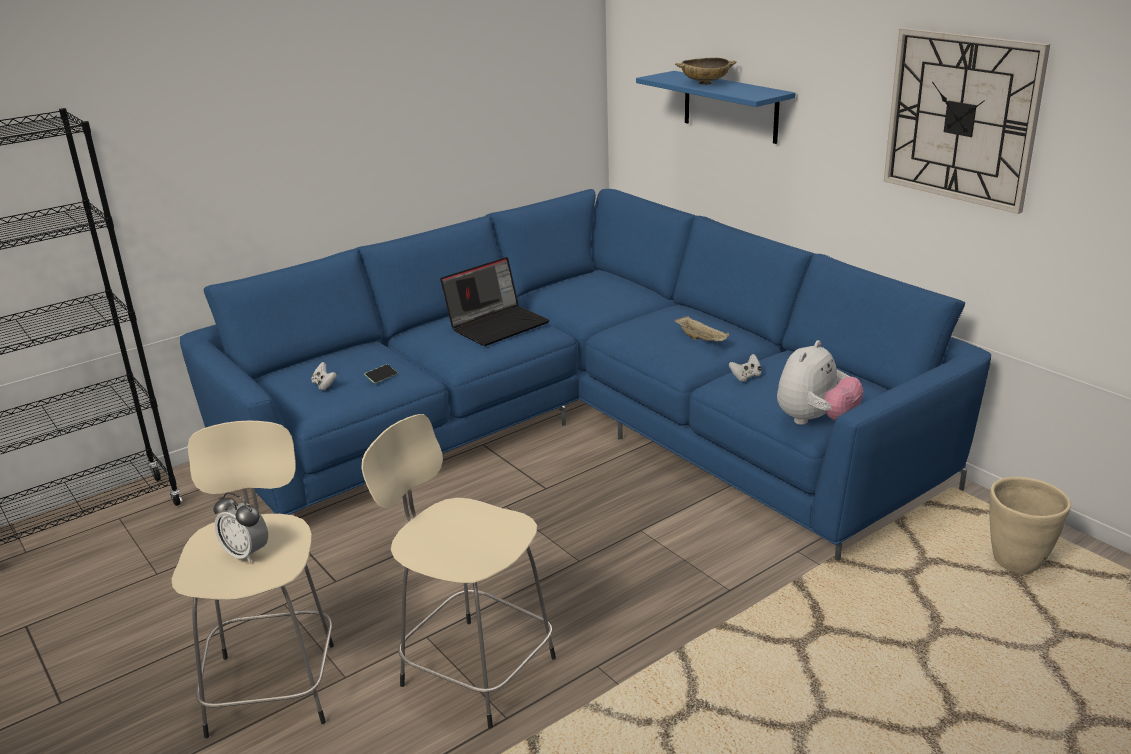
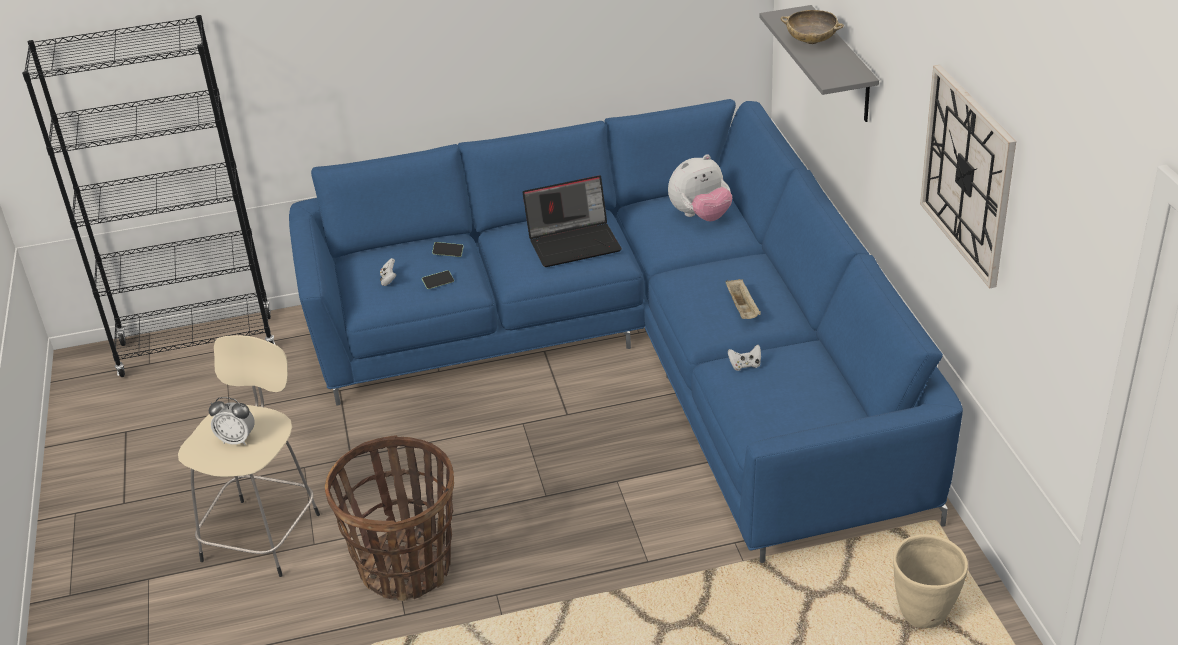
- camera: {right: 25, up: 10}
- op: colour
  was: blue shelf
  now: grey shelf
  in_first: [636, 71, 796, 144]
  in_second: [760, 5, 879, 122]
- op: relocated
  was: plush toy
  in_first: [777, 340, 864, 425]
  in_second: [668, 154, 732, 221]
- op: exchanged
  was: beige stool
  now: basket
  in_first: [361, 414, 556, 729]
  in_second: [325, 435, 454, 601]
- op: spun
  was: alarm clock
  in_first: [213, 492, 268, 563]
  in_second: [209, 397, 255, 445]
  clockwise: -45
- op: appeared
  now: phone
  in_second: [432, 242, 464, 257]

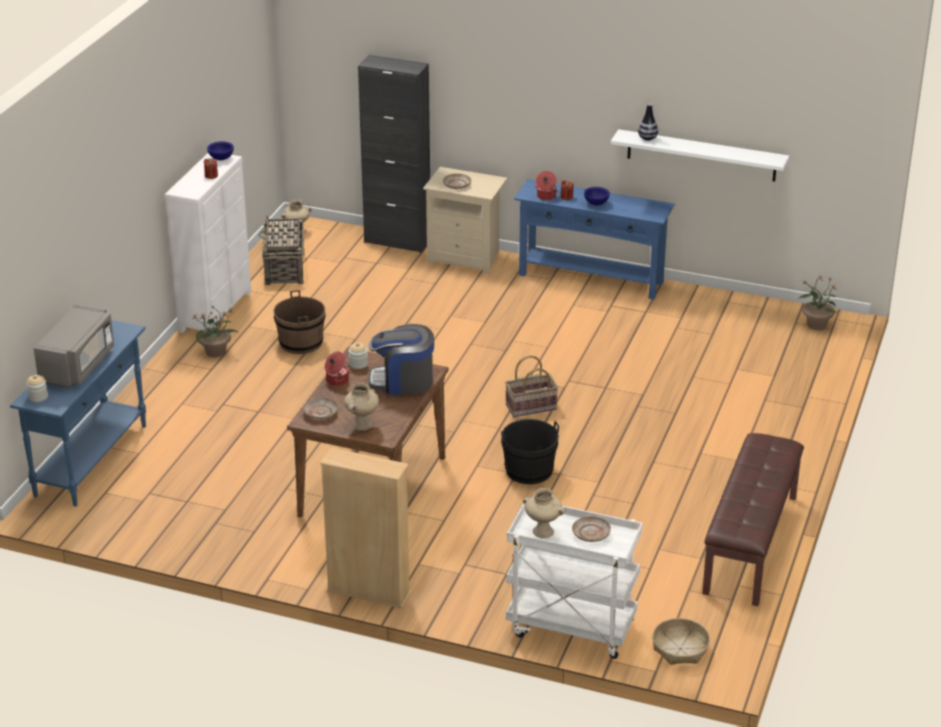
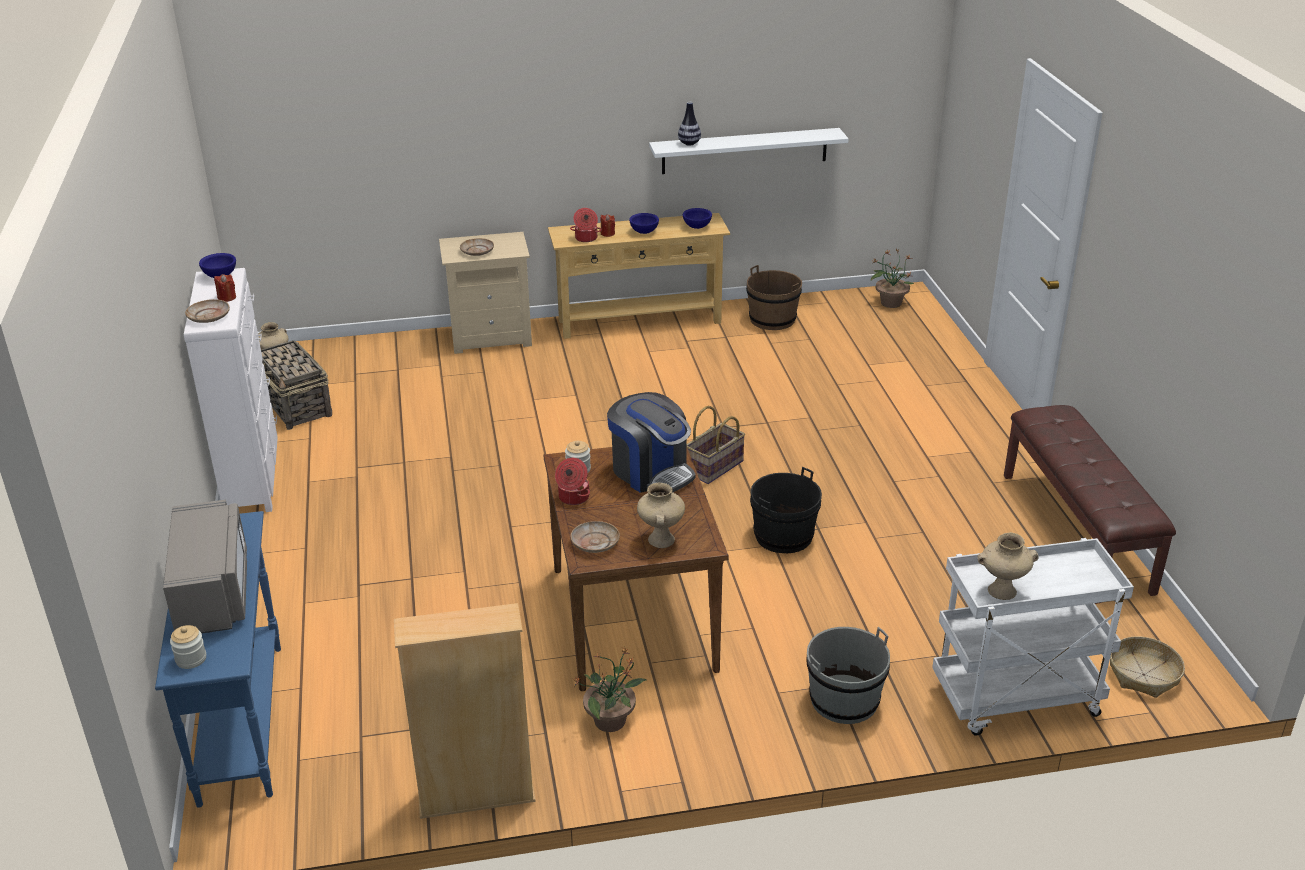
- camera: {right: -30, up: 0}
- op: missing
  was: black cabinet
  in_first: [358, 55, 430, 253]
- op: colour
  was: blue console table
  now: beige console table
  in_first: [514, 179, 675, 299]
  in_second: [548, 213, 730, 339]
- op: relocated
  was: brown bucket
  in_first: [273, 290, 325, 354]
  in_second: [746, 265, 802, 330]
- op: relocated
  was: potted plant
  in_first: [192, 305, 239, 357]
  in_second: [573, 647, 646, 732]
- op: spun
  was: coffee machine
  in_first: [369, 324, 434, 395]
  in_second: [607, 392, 696, 493]
  clockwise: -105
- op: relocated
  was: beige bookcase
  in_first: [320, 448, 412, 609]
  in_second: [394, 603, 536, 819]
- op: relocated
  was: beige plate
  in_first: [572, 516, 611, 542]
  in_second: [185, 299, 230, 323]
- op: appeared
  now: blue bowl
  in_second: [683, 208, 712, 229]
- op: appeared
  now: grey bucket
  in_second: [807, 627, 890, 724]

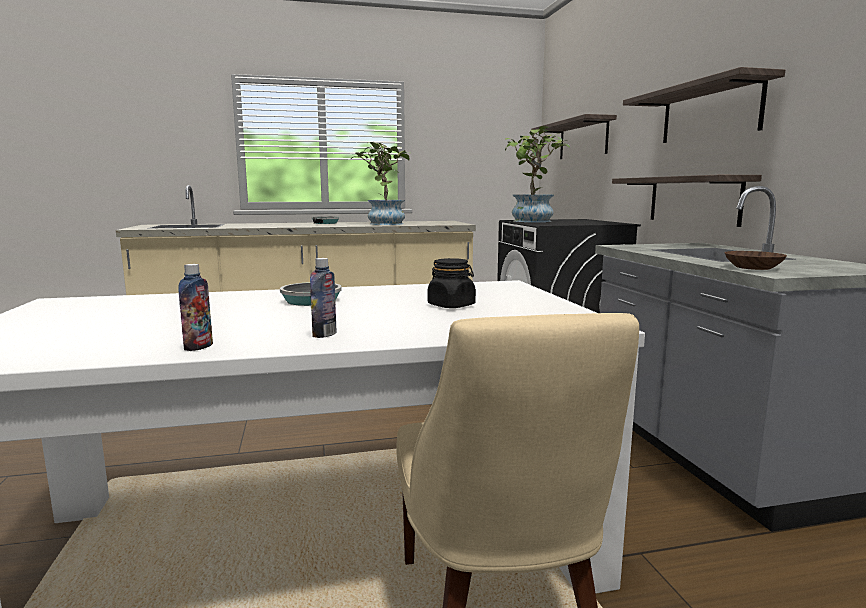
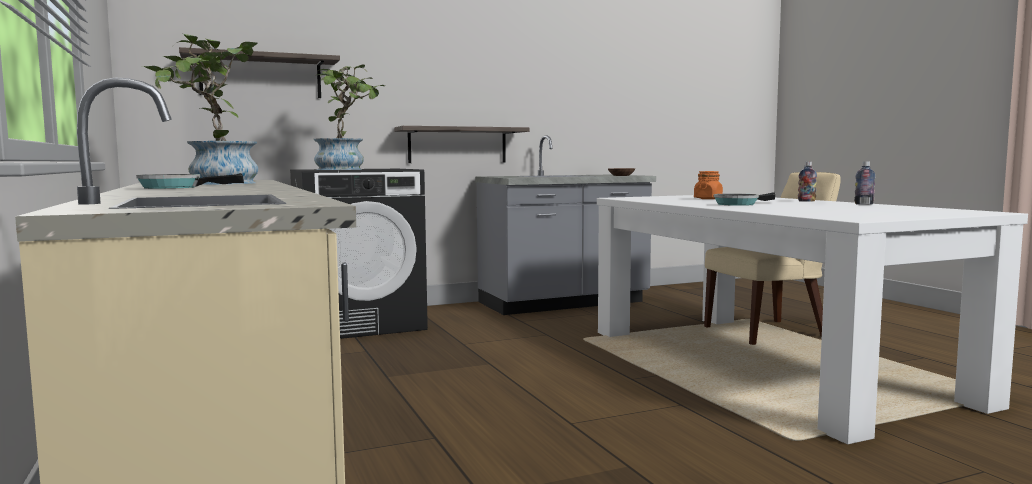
- camera: {right: -100, up: -5}
- op: missing
  was: shelf
  in_first: [623, 67, 785, 143]
- op: colour
  was: black jar
  now: orange jar
  in_first: [428, 258, 476, 308]
  in_second: [694, 171, 723, 199]

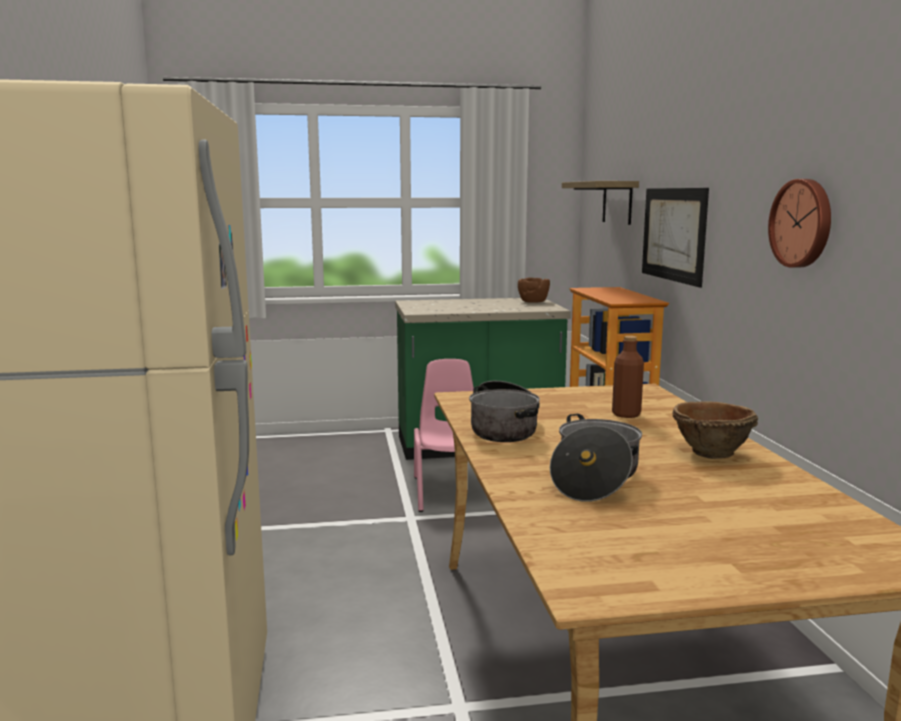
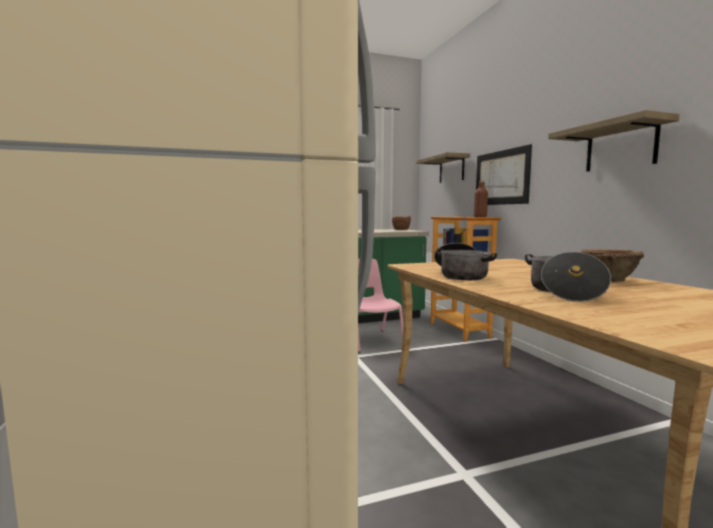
- camera: {right: -10, up: -5}
- op: exchanged
  was: wall clock
  now: shelf
  in_first: [768, 179, 831, 268]
  in_second: [548, 110, 680, 171]
- op: relocated
  was: brown bottle
  in_first: [612, 336, 644, 418]
  in_second: [474, 181, 488, 217]

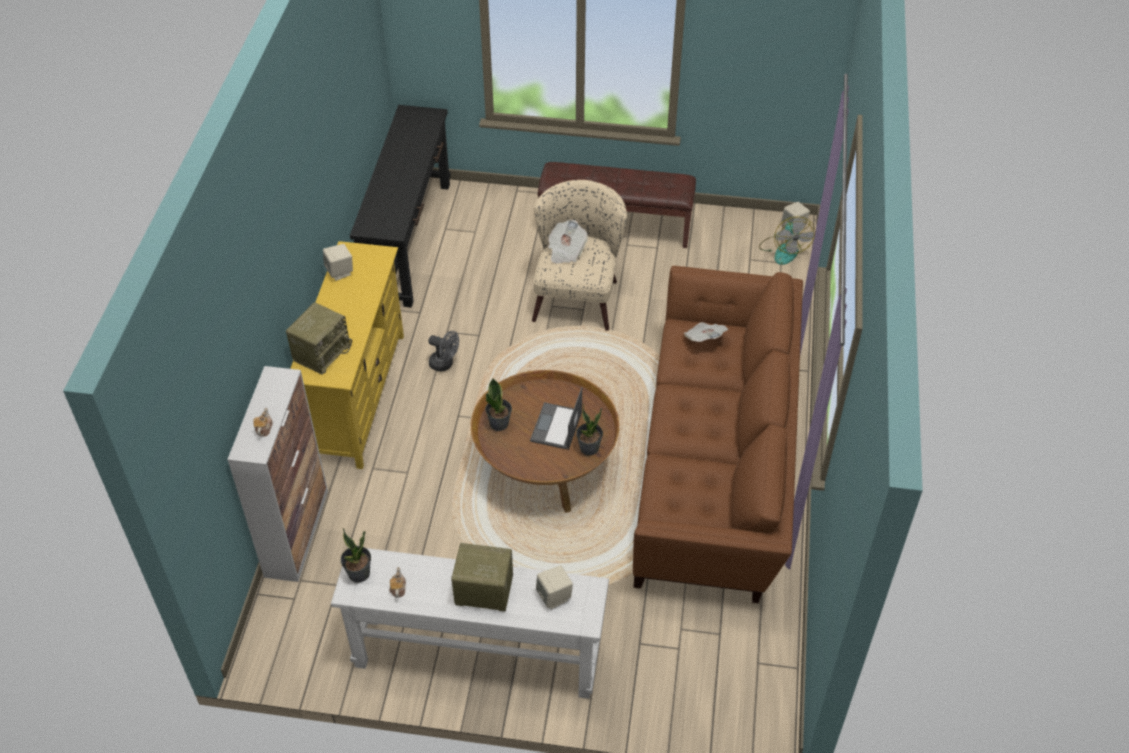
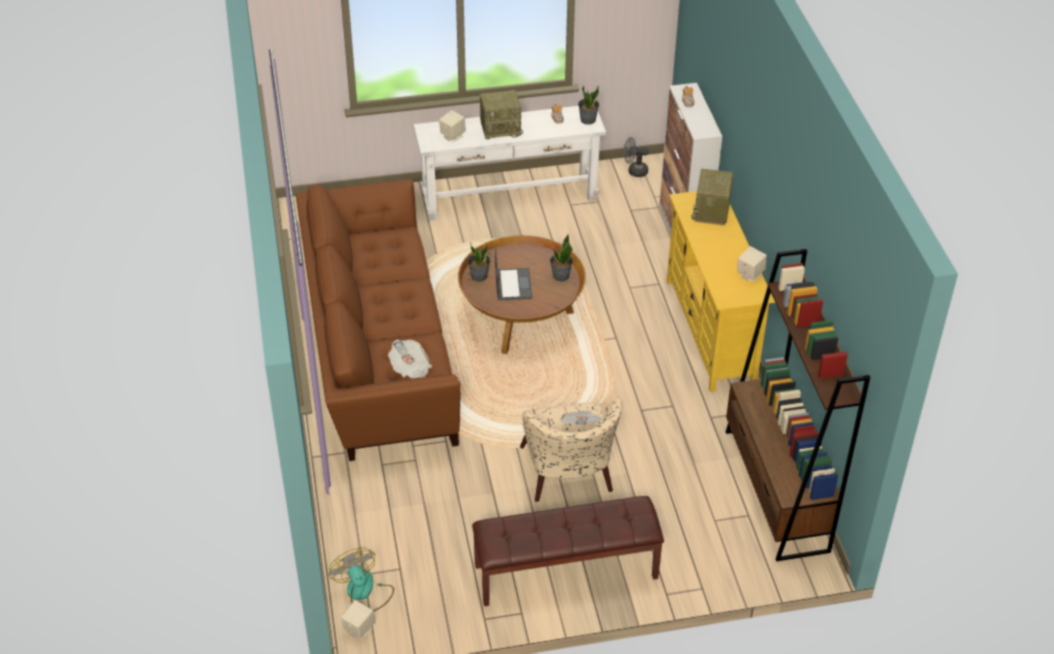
- camera: {right: 160, up: -5}
- op: exchanged
  was: black console table
  now: brown bookcase
  in_first: [350, 105, 451, 308]
  in_second: [726, 249, 871, 561]
- op: relocated
  was: grey fan
  in_first: [428, 331, 459, 371]
  in_second: [624, 137, 648, 177]

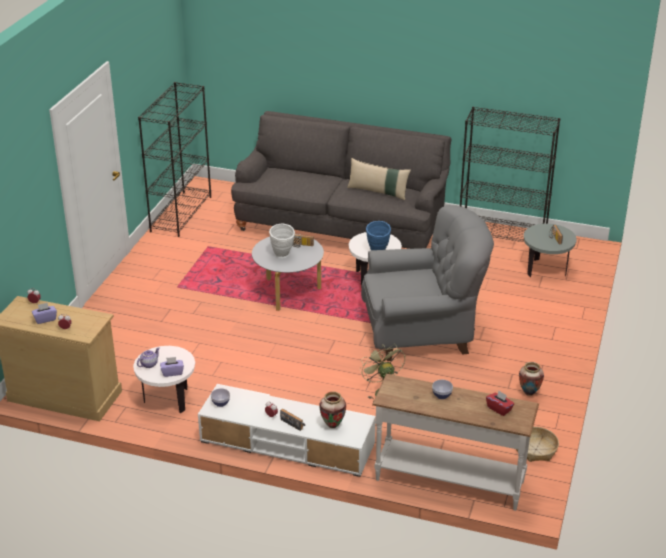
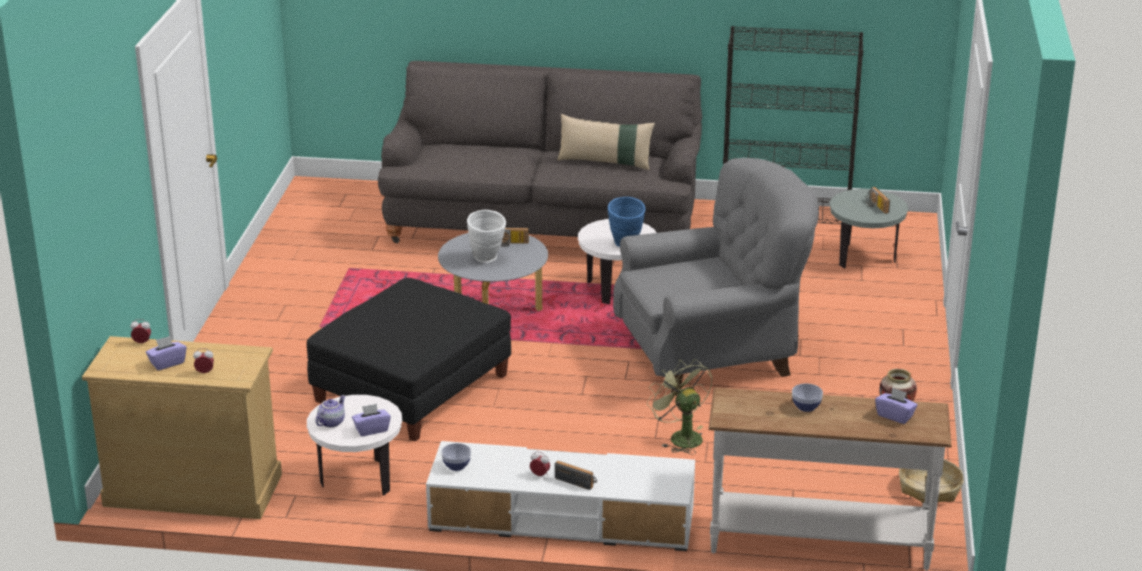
- camera: {right: -10, up: -5}
- op: missing
  was: black bookcase
  in_first: [138, 82, 211, 237]
- op: colour
  was: red tissue box
  now: purple tissue box
  in_first: [486, 391, 514, 416]
  in_second: [875, 387, 918, 424]
- op: missing
  was: vase
  in_first: [319, 392, 346, 428]
- op: appeared
  now: black ottoman
  in_second: [307, 278, 511, 441]

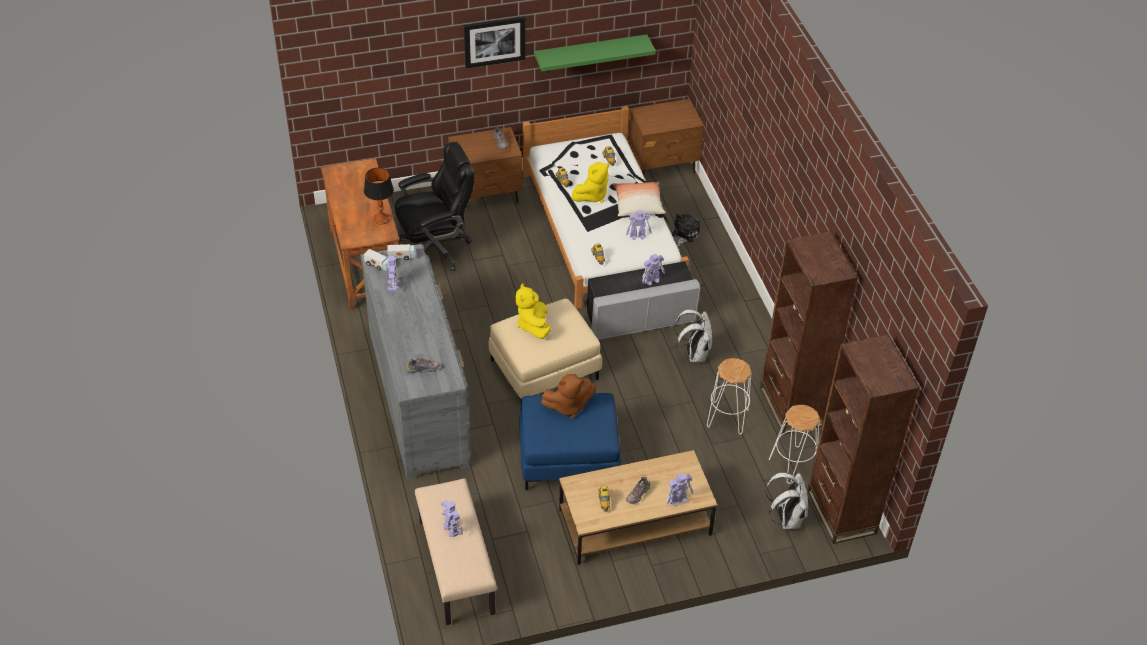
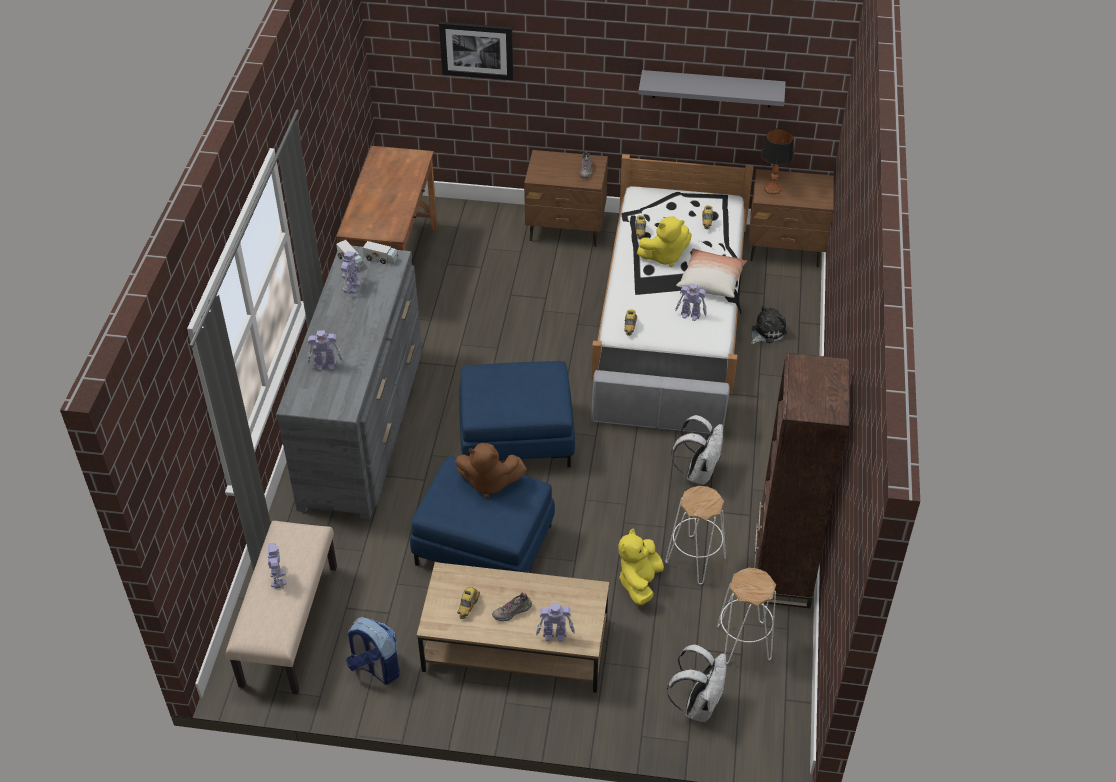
- camera: {right: 25, up: 0}
- op: relocated
  was: picture
  in_first: [464, 16, 525, 68]
  in_second: [439, 22, 513, 80]
- op: colour
  was: green shelf
  now: grey shelf
  in_first: [534, 34, 656, 72]
  in_second: [638, 70, 786, 107]
- op: missing
  was: black office chair
  in_first: [395, 142, 474, 271]
- op: relocated
  was: table lamp
  in_first: [364, 168, 394, 224]
  in_second: [761, 128, 794, 194]
- op: relocated
  was: toy robot
  in_first: [642, 254, 665, 286]
  in_second: [307, 330, 343, 370]
- op: relocated
  was: yellow plush toy
  in_first: [516, 283, 551, 339]
  in_second: [619, 529, 664, 605]
- op: colour
  was: beige ottoman
  now: blue ottoman
  in_first: [488, 299, 602, 406]
  in_second: [459, 361, 575, 468]
- op: missing
  was: brown bookcase
  in_first: [807, 335, 919, 544]
- op: missing
  was: shoe
  in_first: [406, 358, 440, 373]
- op: appeared
  now: backpack
  in_second: [346, 617, 400, 685]

